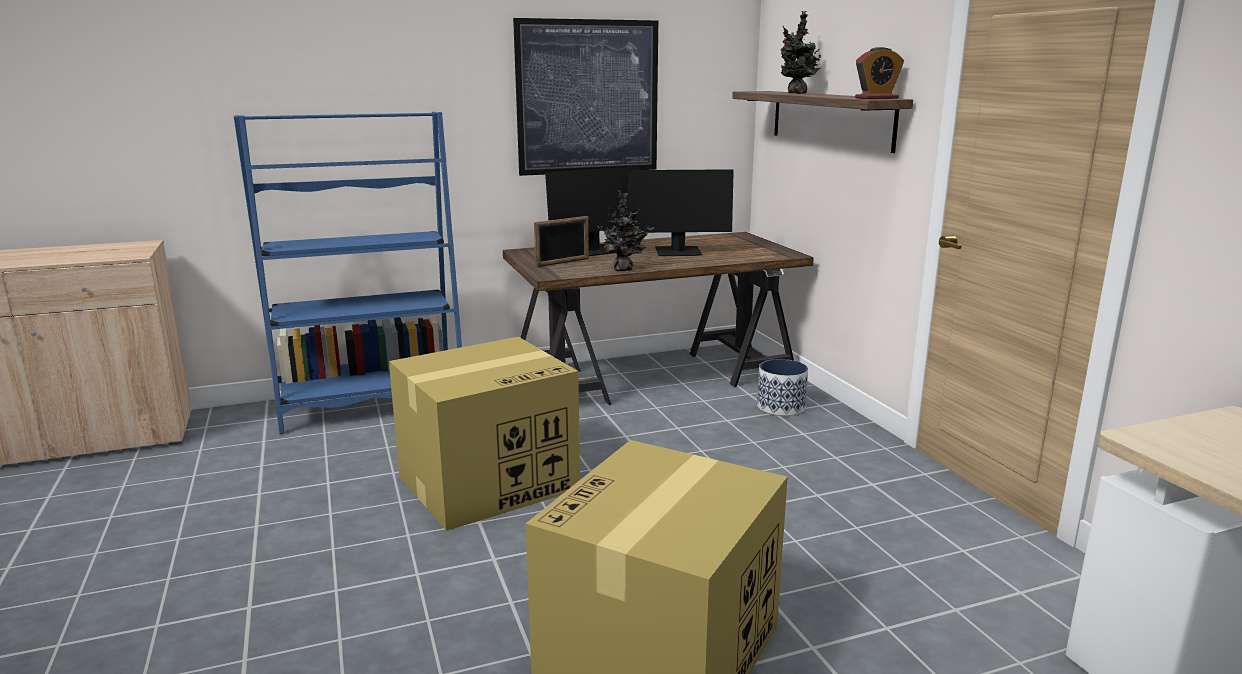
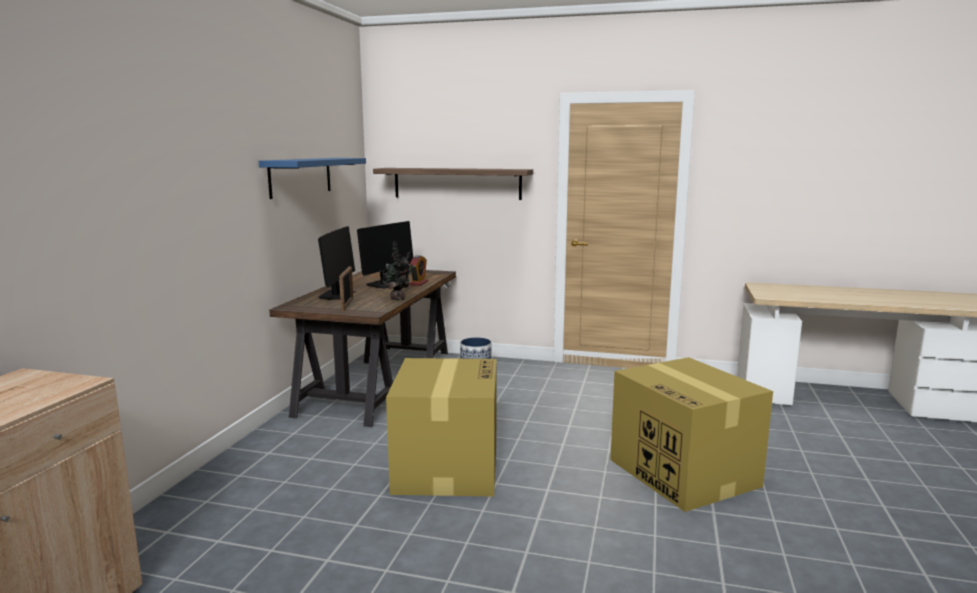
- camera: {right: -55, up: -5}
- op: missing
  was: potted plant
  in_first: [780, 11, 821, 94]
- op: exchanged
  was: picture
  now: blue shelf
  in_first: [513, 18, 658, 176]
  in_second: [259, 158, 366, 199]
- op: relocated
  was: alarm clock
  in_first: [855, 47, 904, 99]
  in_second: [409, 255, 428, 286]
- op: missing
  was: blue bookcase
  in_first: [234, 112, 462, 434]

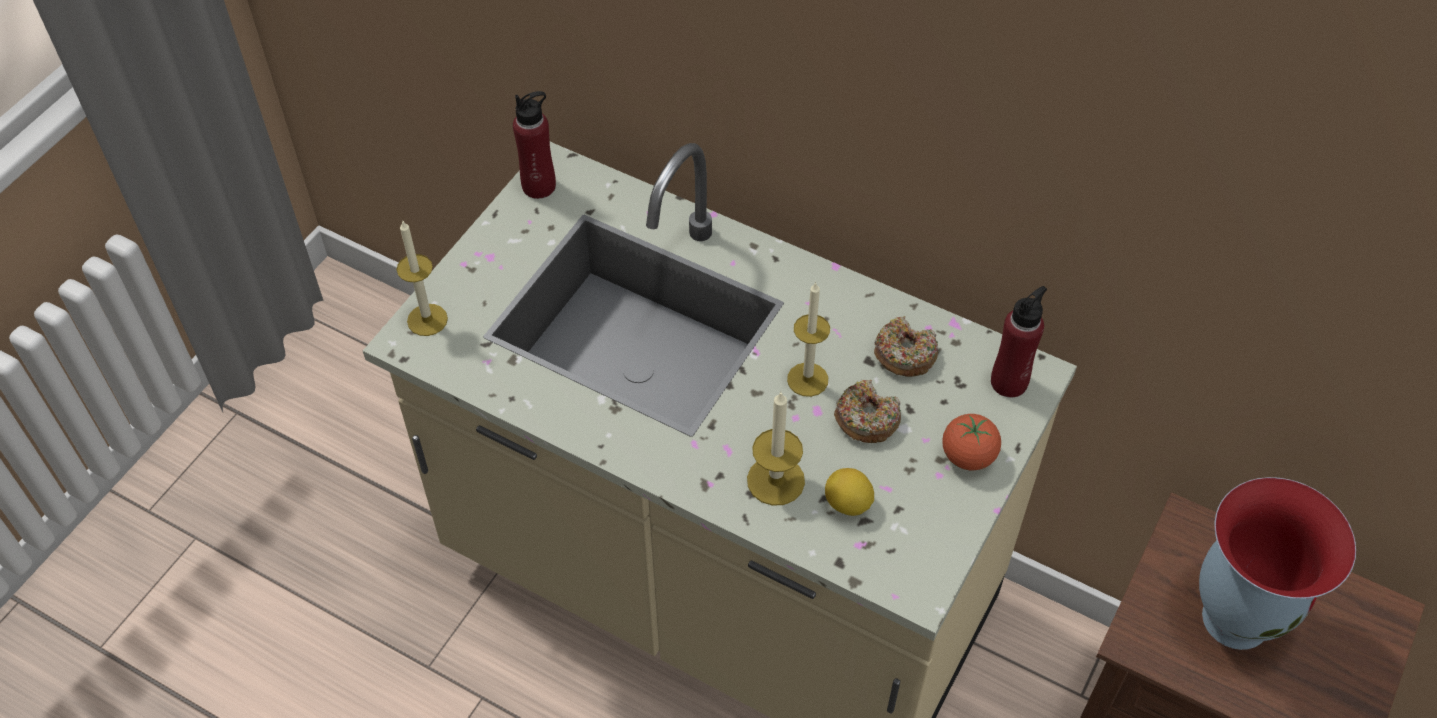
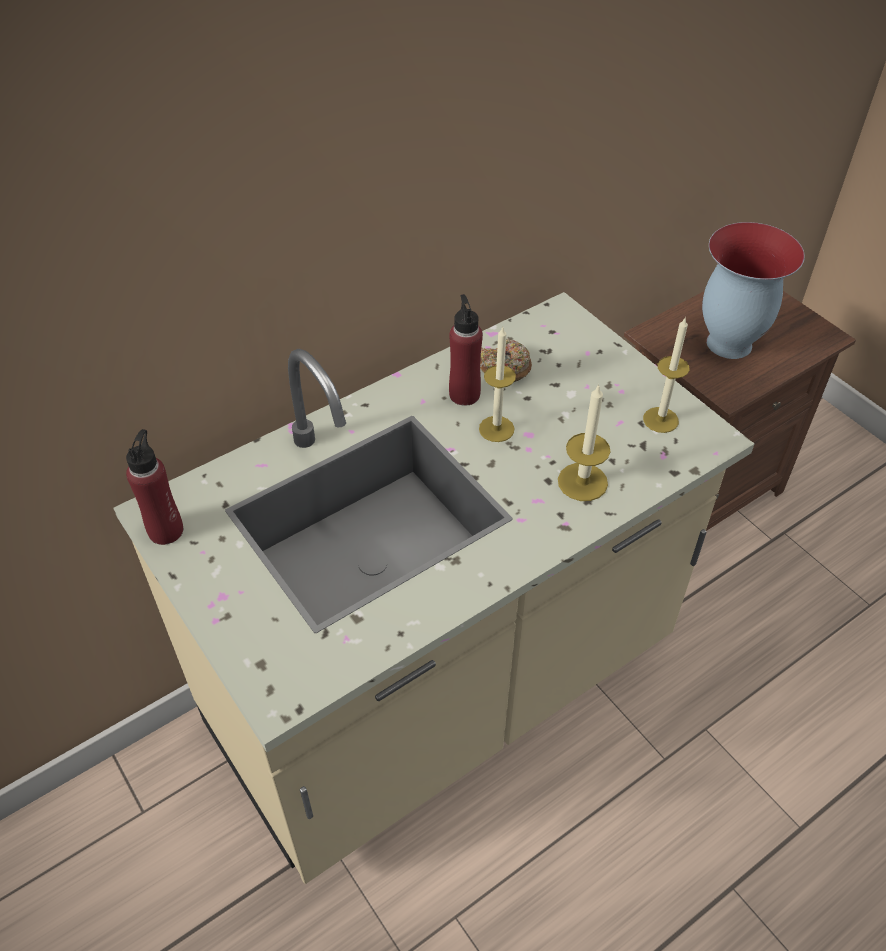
- camera: {right: -65, up: -5}
- op: relocated
  was: candle
  in_first: [396, 221, 448, 336]
  in_second: [643, 317, 690, 433]
- op: relocated
  was: red bottle
  in_first: [991, 286, 1047, 398]
  in_second: [449, 294, 483, 406]
- op: missing
  was: donut
  in_first: [834, 380, 901, 443]
- op: missing
  was: tomato
  in_first: [942, 414, 1001, 470]
- op: missing
  was: lemon
  in_first: [825, 468, 874, 516]

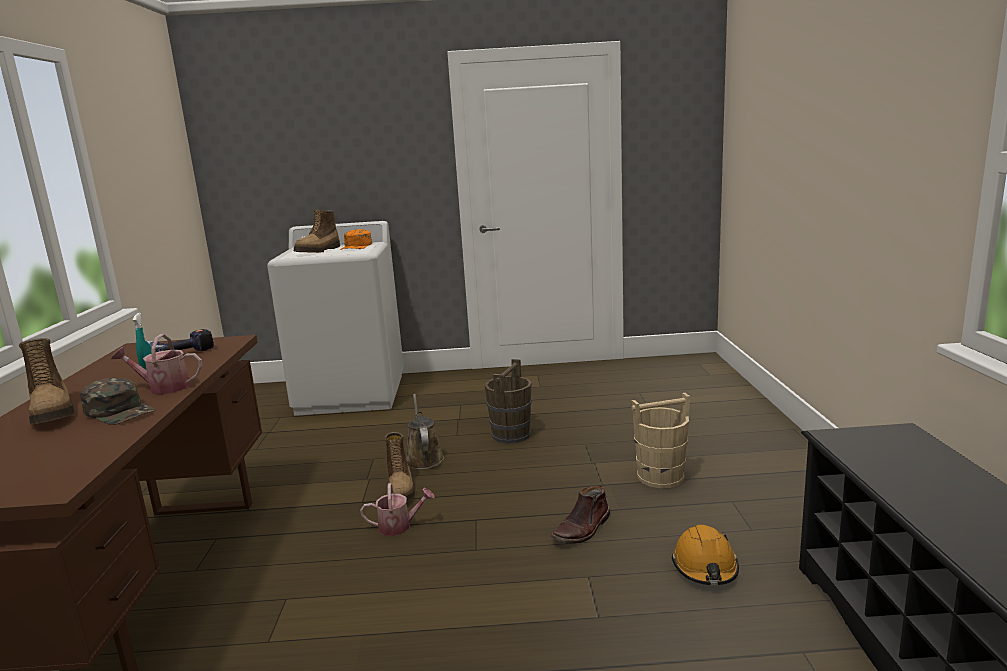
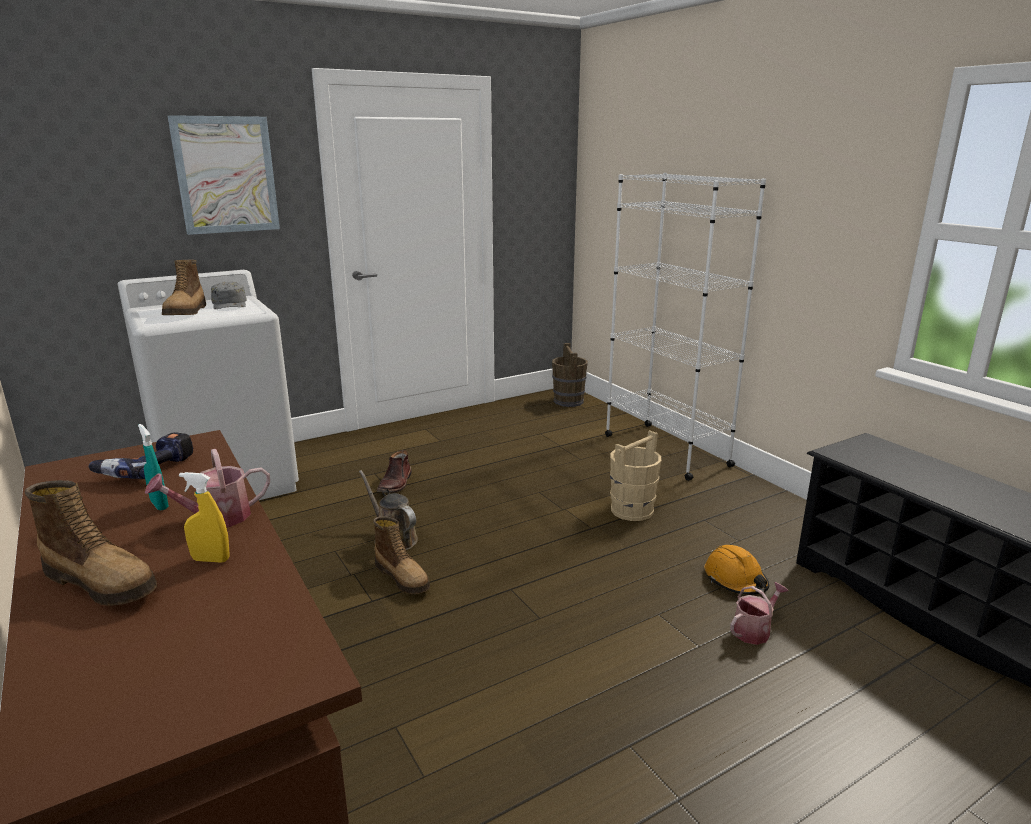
- camera: {right: -30, up: 5}
- op: colour
  was: orange cap
  now: grey cap
  in_first: [340, 229, 372, 250]
  in_second: [211, 282, 246, 309]
- op: relocated
  was: brown bucket
  in_first: [485, 359, 532, 443]
  in_second: [552, 343, 588, 407]
- op: exchanged
  was: green cap
  now: yellow spray bottle
  in_first: [80, 378, 156, 425]
  in_second: [179, 472, 230, 563]
- op: relocated
  was: watering can
  in_first: [360, 483, 435, 536]
  in_second: [730, 582, 789, 645]
- op: relocated
  was: brown boot
  in_first: [551, 485, 610, 544]
  in_second: [377, 450, 412, 493]
- op: appeared
  now: picture
  in_second: [167, 115, 280, 235]
- op: appeared
  now: white bookcase
  in_second: [605, 173, 766, 481]

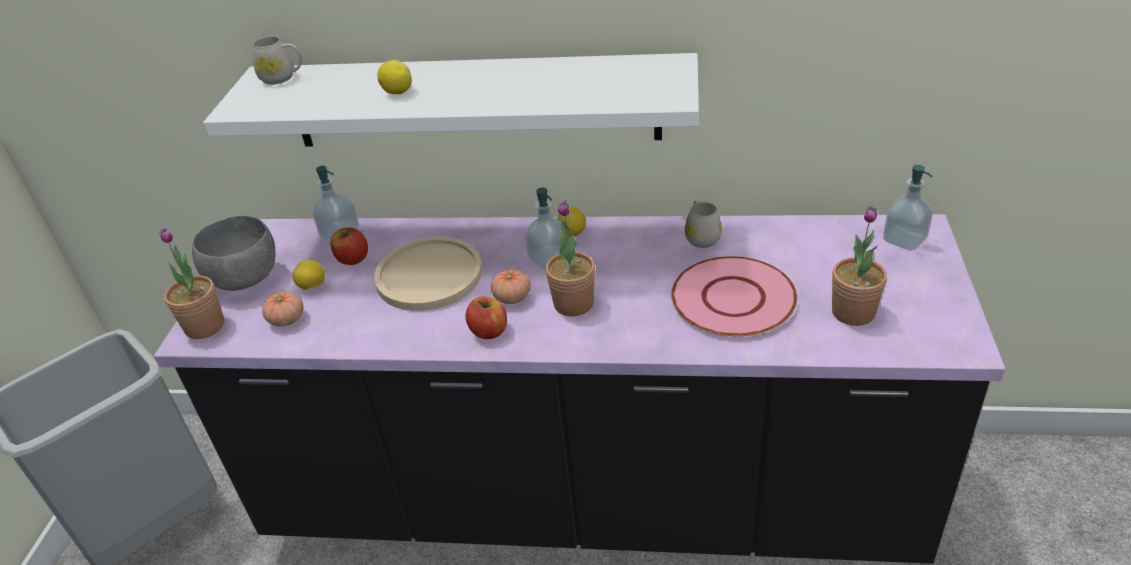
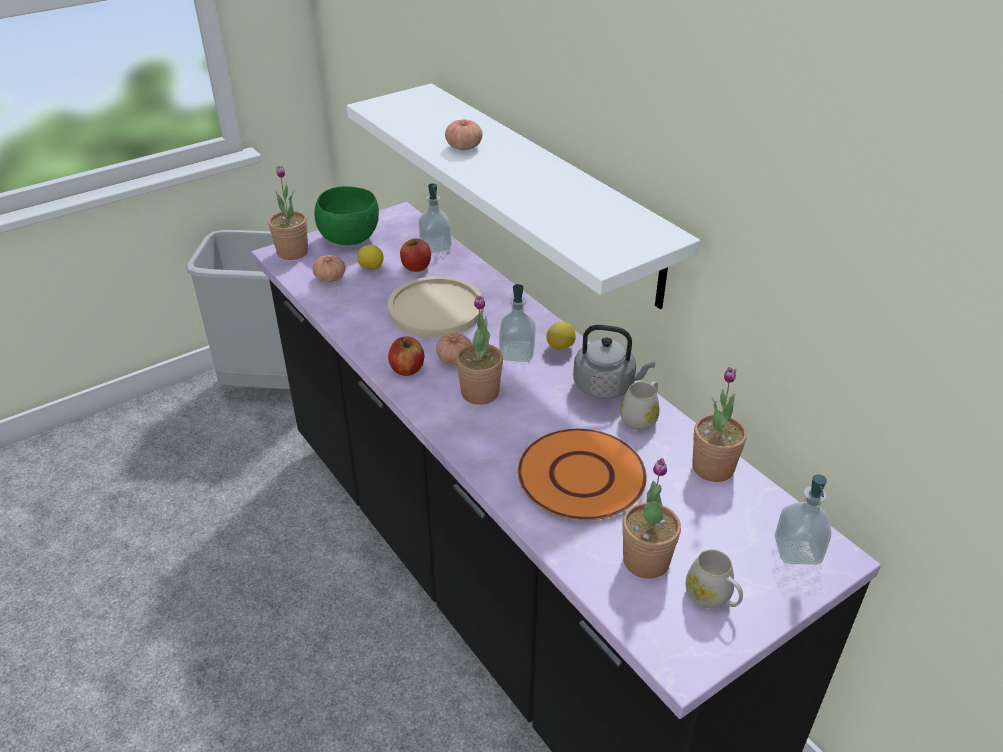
- camera: {right: 45, up: 0}
- op: relocated
  was: white mug
  in_first: [253, 36, 302, 85]
  in_second: [686, 550, 743, 608]
- op: exchanged
  was: lemon
  now: tomato
  in_first: [377, 60, 412, 94]
  in_second: [445, 119, 482, 150]
- op: colour
  was: grey bowl
  now: green bowl
  in_first: [192, 215, 276, 291]
  in_second: [315, 186, 379, 245]
- op: colour
  was: pink plate
  now: orange plate
  in_first: [671, 256, 797, 337]
  in_second: [518, 429, 647, 520]
- op: appeared
  now: grey kettle
  in_second: [573, 325, 655, 399]
- op: appeared
  now: potted plant
  in_second: [692, 367, 747, 482]

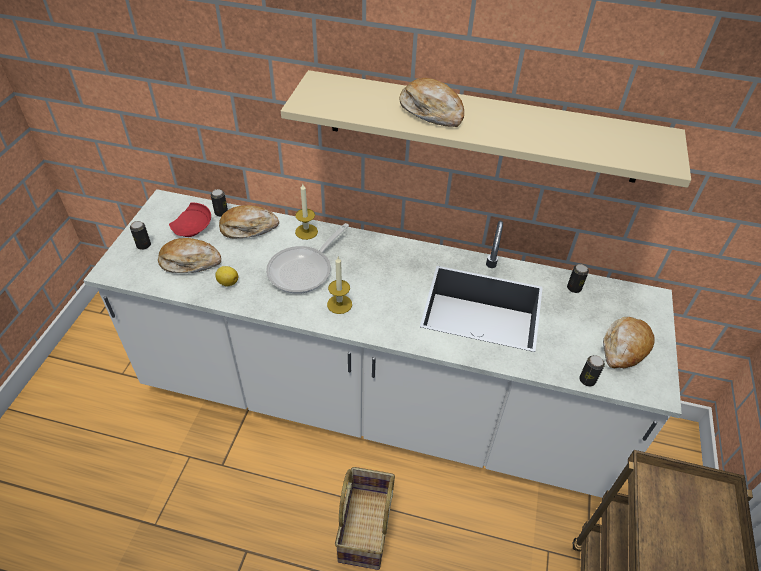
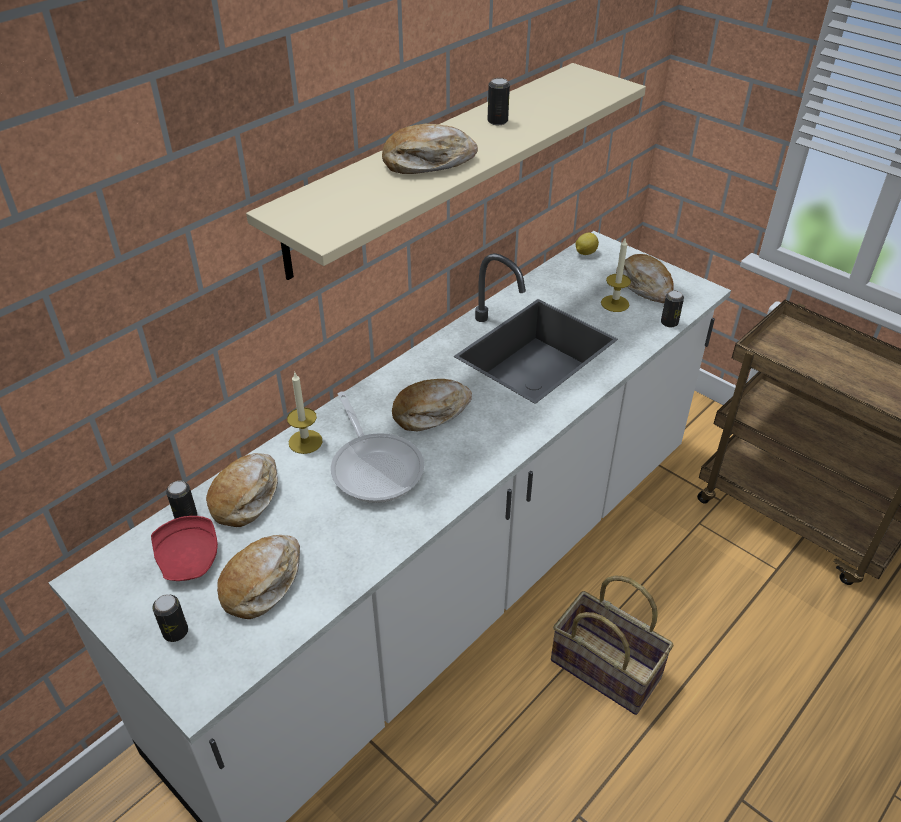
- camera: {right: -60, up: -5}
- op: relocated
  was: candle
  in_first: [327, 257, 352, 314]
  in_second: [601, 237, 631, 312]
- op: relocated
  was: can
  in_first: [567, 264, 589, 293]
  in_second: [488, 78, 510, 125]
- op: relocated
  was: lemon
  in_first: [215, 266, 238, 287]
  in_second: [576, 233, 599, 255]
- op: appeared
  now: bread
  in_second: [392, 379, 472, 431]

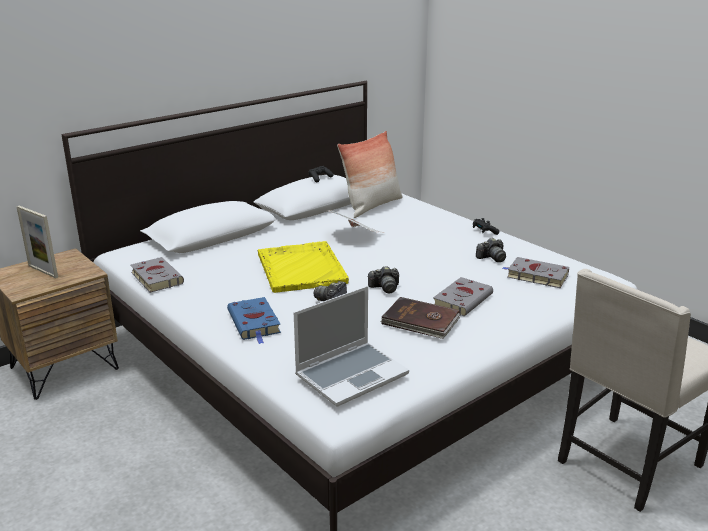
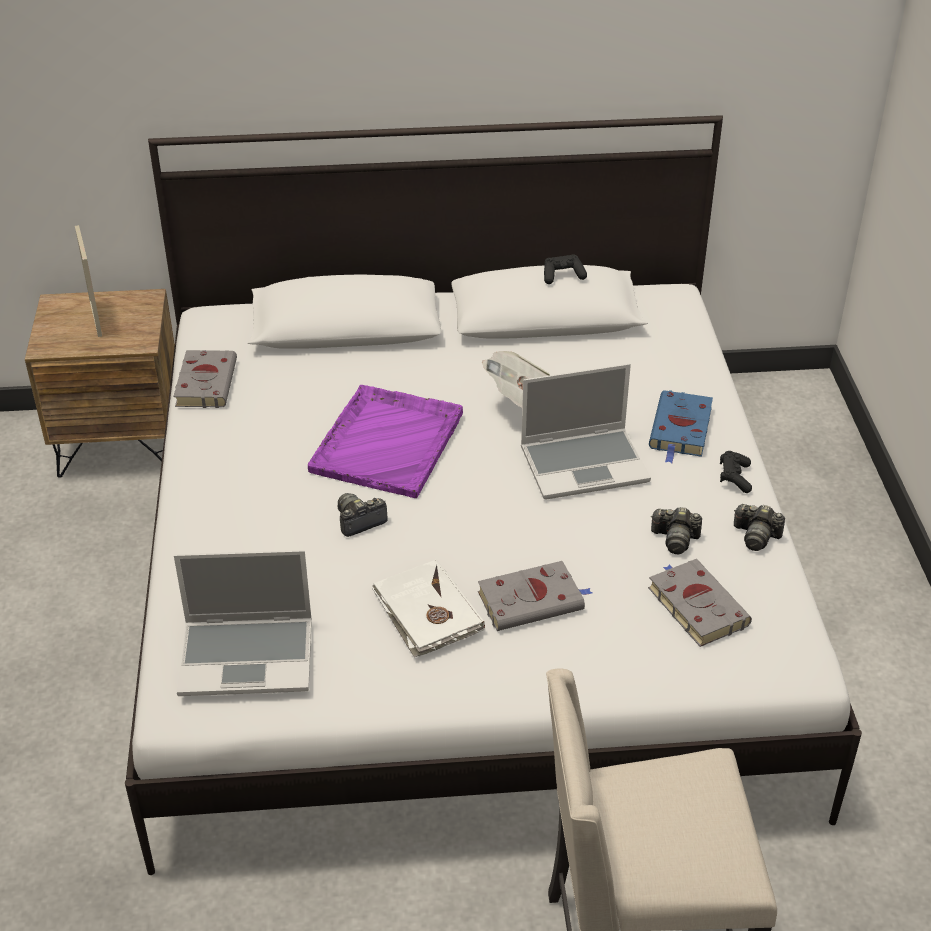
- camera: {right: 35, up: 15}
- op: missing
  was: pillow
  in_first: [337, 131, 402, 218]
- op: colour
  was: yellow tray
  now: purple tray
  in_first: [257, 241, 349, 293]
  in_second: [308, 385, 463, 498]
- op: relocated
  was: photo camera
  in_first: [367, 266, 399, 293]
  in_second: [734, 504, 785, 551]
- op: relocated
  was: blue book
  in_first: [227, 297, 281, 344]
  in_second: [649, 390, 713, 463]
- op: colour
  was: brown book
  now: white book
  in_first: [380, 297, 460, 339]
  in_second: [372, 559, 485, 657]
- op: appeared
  now: laptop
  in_second: [521, 364, 651, 499]

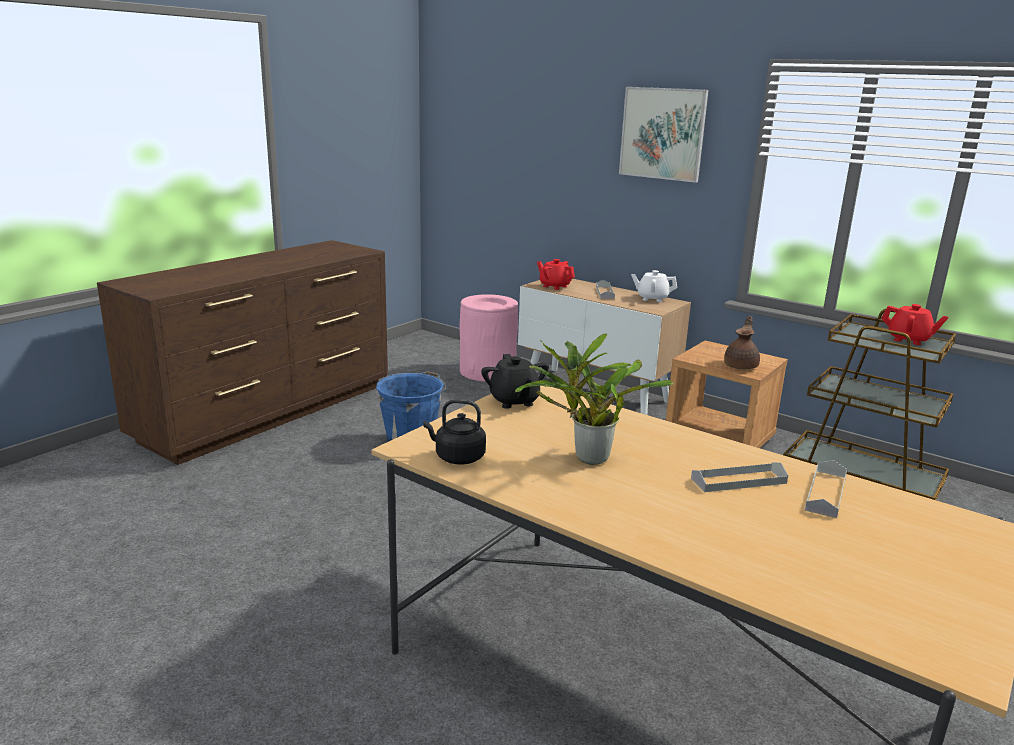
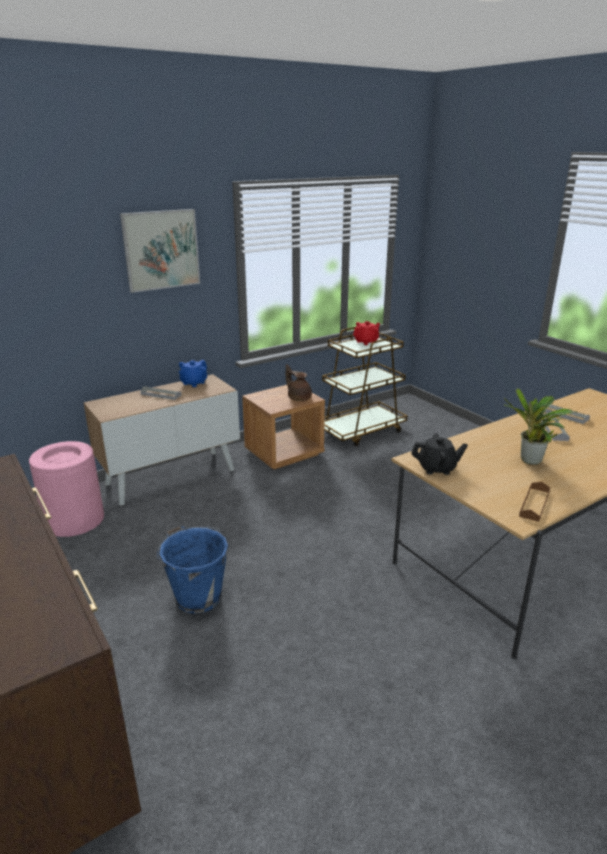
- camera: {right: -70, up: 5}
- op: missing
  was: red teapot
  in_first: [537, 259, 575, 290]
- op: colour
  was: white teapot
  now: blue teapot
  in_first: [631, 270, 677, 302]
  in_second: [179, 360, 207, 387]
- op: exchanged
  was: black kettle
  now: brown tray
  in_first: [423, 399, 486, 465]
  in_second: [519, 482, 550, 522]

